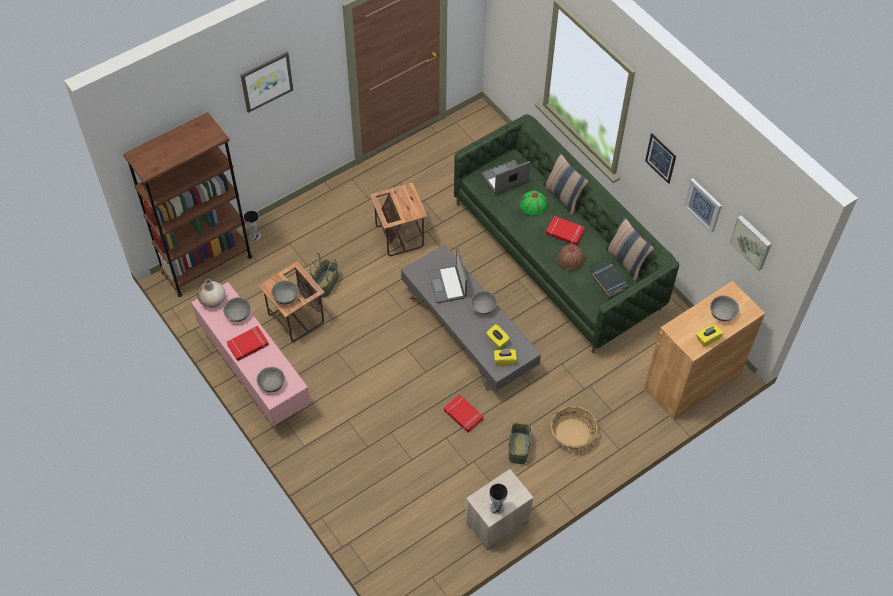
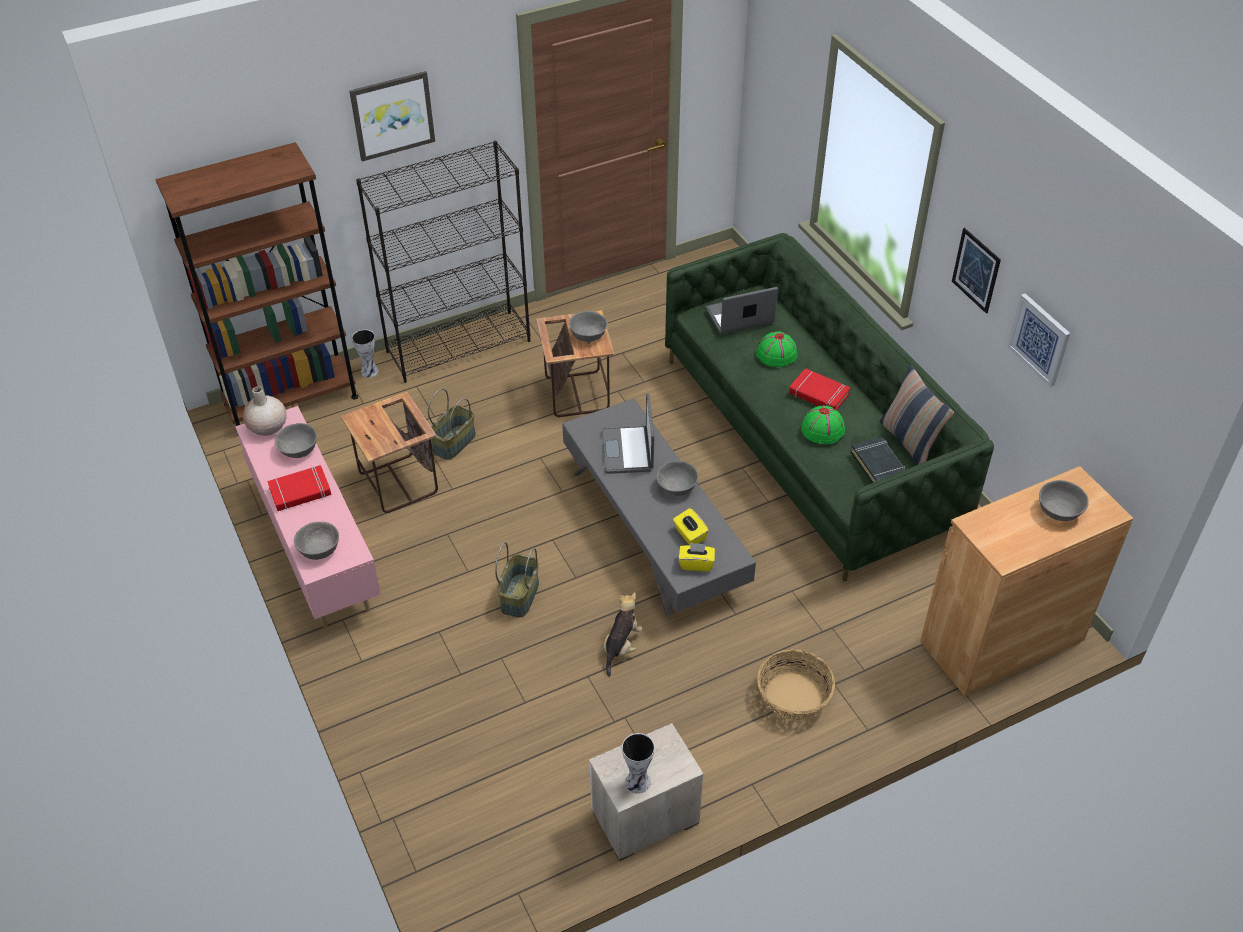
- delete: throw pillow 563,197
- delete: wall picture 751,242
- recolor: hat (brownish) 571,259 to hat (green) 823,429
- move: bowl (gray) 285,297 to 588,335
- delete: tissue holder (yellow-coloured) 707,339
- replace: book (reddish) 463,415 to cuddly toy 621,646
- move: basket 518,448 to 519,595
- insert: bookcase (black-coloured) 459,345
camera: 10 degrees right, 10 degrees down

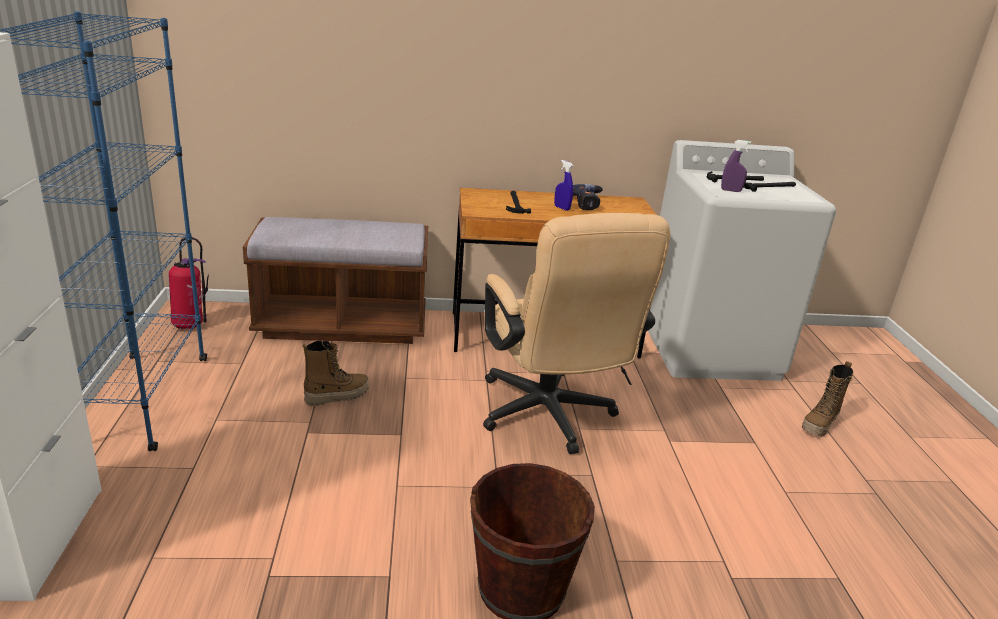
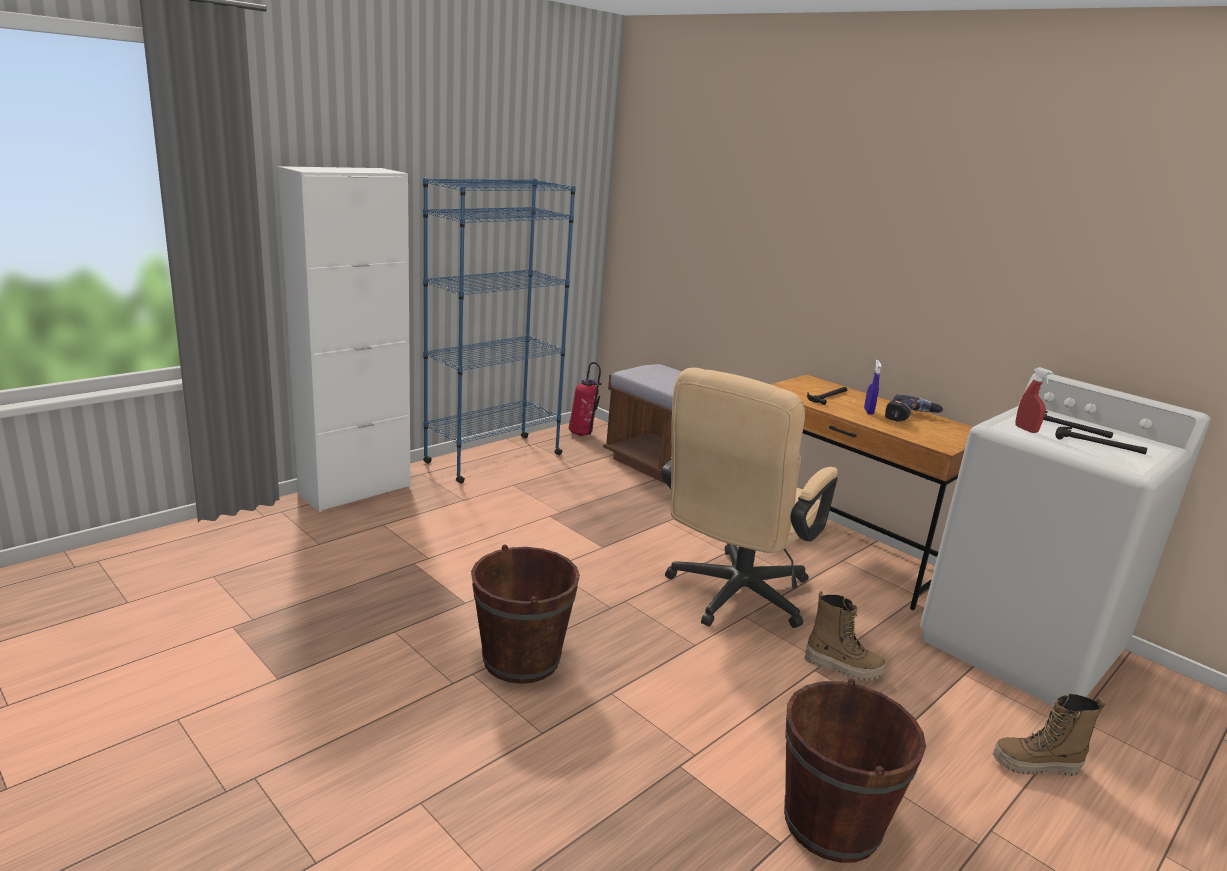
- recolor: hand sprayer (purple-coloured) 731,190 to hand sprayer (reddish) 1026,429
- move: high-top boot 337,396 to 843,667
- insert: water bucket (brownish) 831,823
camera: 50 degrees right, 5 degrees down

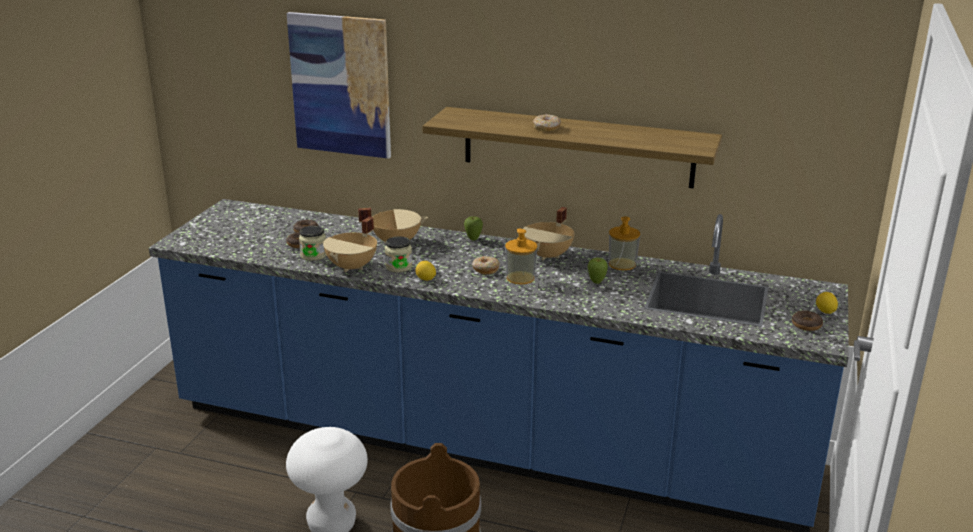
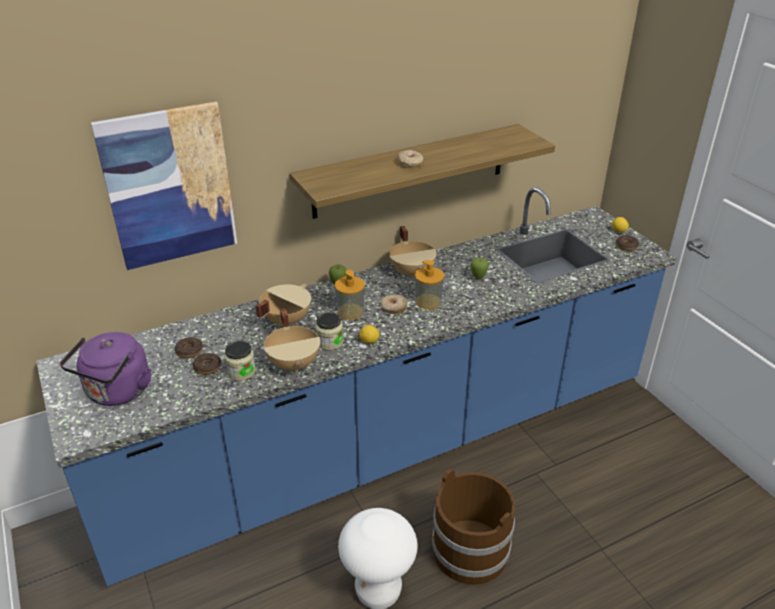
- move: liquid soap bottle 622,264 to 350,311
- insert: kettle (purple-coloured) 117,393
camera: 45 degrees left, 10 degrees up

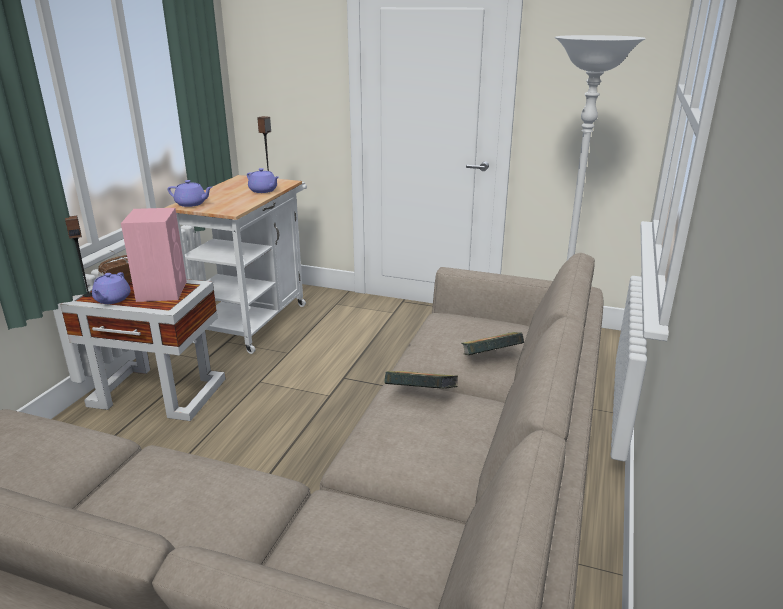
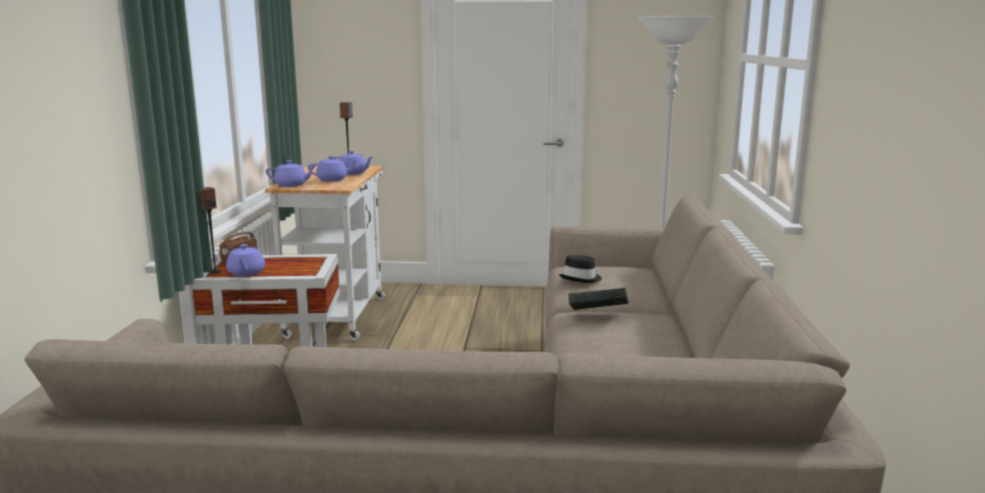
- delete: speaker (pink-coloured) 162,290
- delete: book 490,359
- insert: teapot (purple-coloured) 333,179
- insert: hat (black-coloured) 581,279
camera: 15 degrees left, 10 degrees down

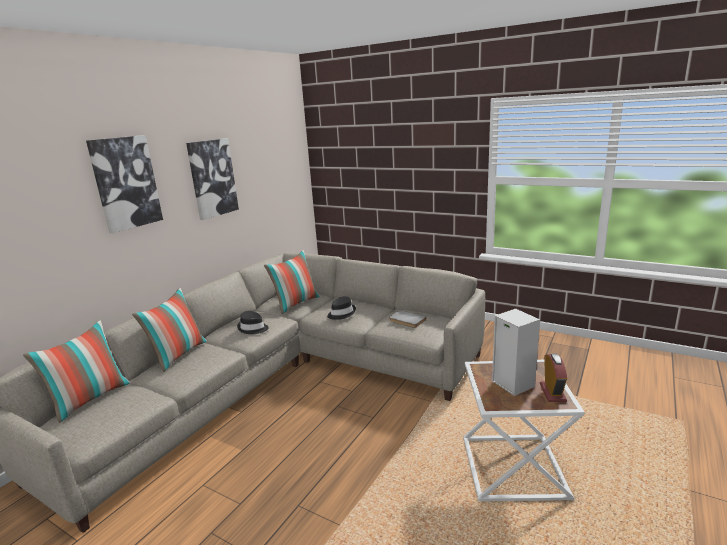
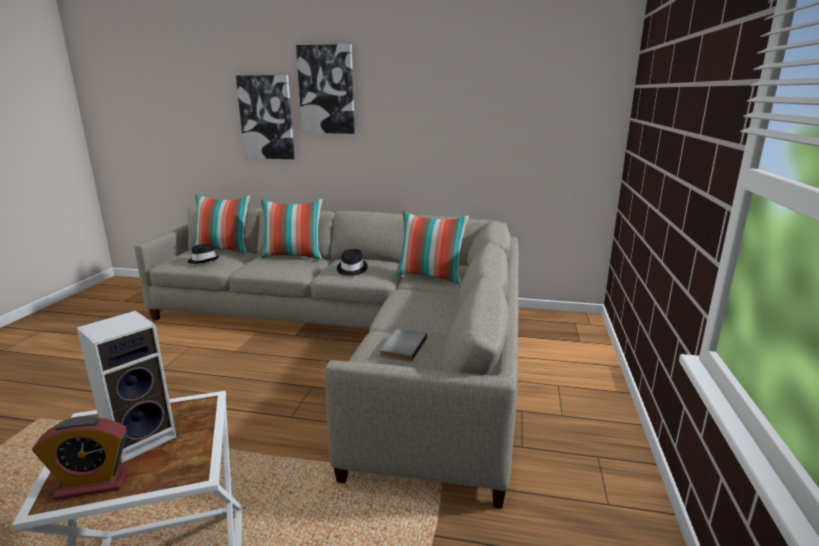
- move: wall picture 212,178 to 267,117
- move: hat (black-coloured) 341,313 to 203,260
camera: 70 degrees right, 0 degrees up

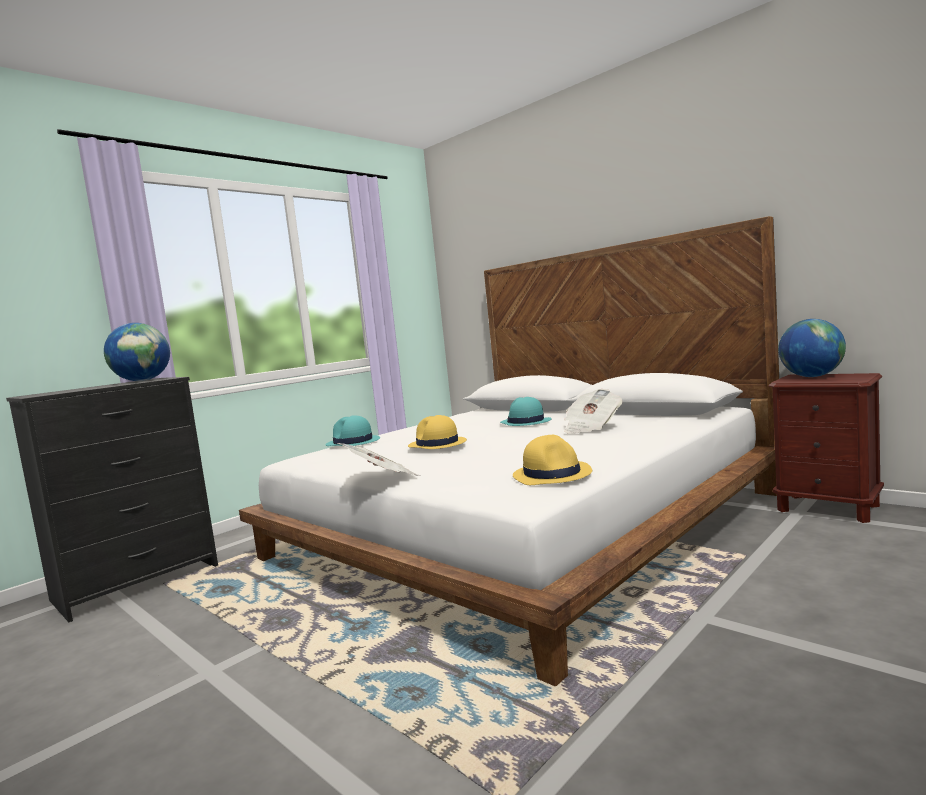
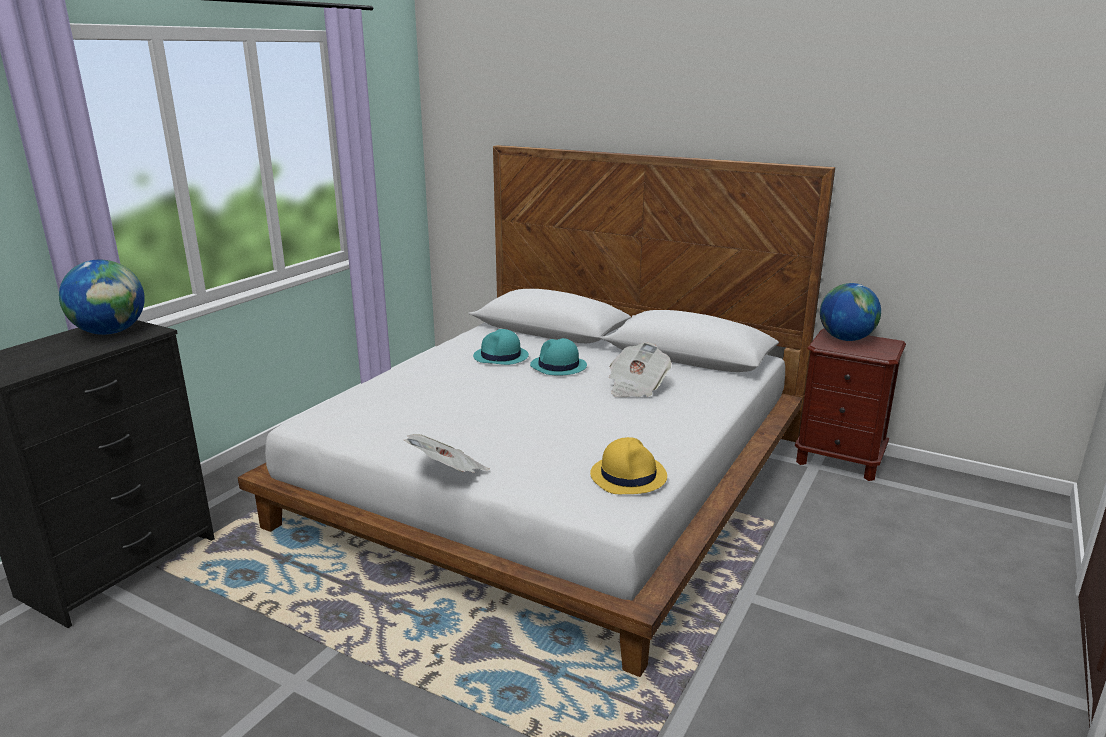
- delete: hat (yellow-coloured) 437,444
- move: hat (turquoise) 353,442 to 501,357
camera: 15 degrees left, 15 degrees up

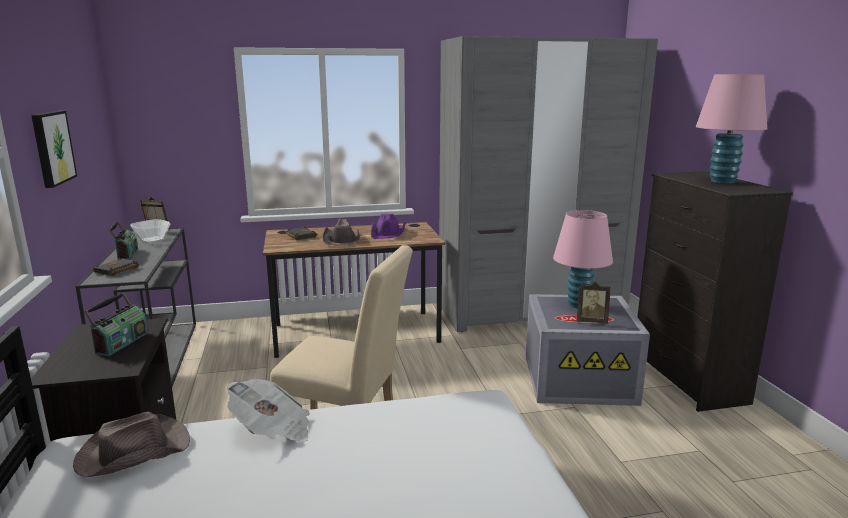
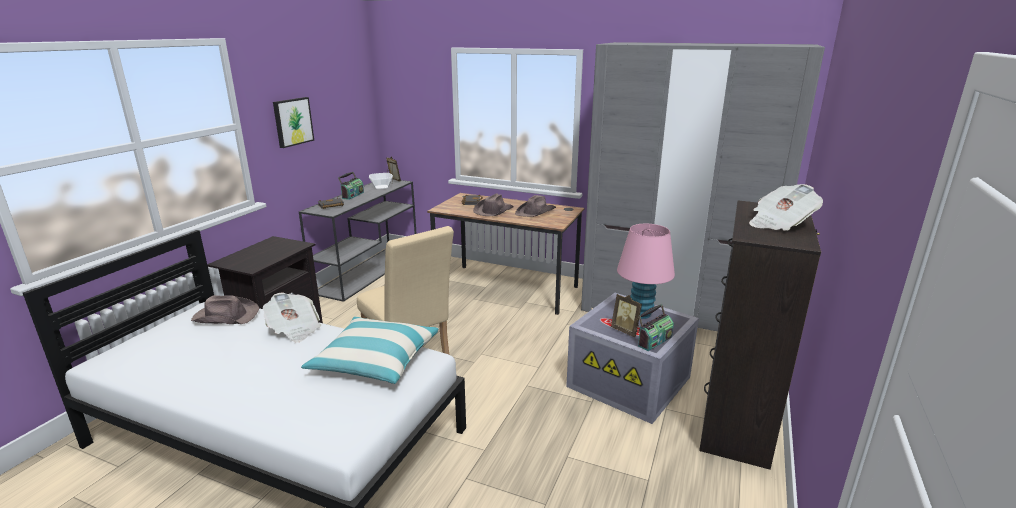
- replace: table lamp (pink-coloured) 722,181 to daily paper 780,224
- recolor: hat (purple-coloured) 388,233 to hat (brownish) 536,212
- move: radio set 121,343 to 654,341
- insert: throw pillow 375,360
camera: 35 degrees right, 5 degrees up

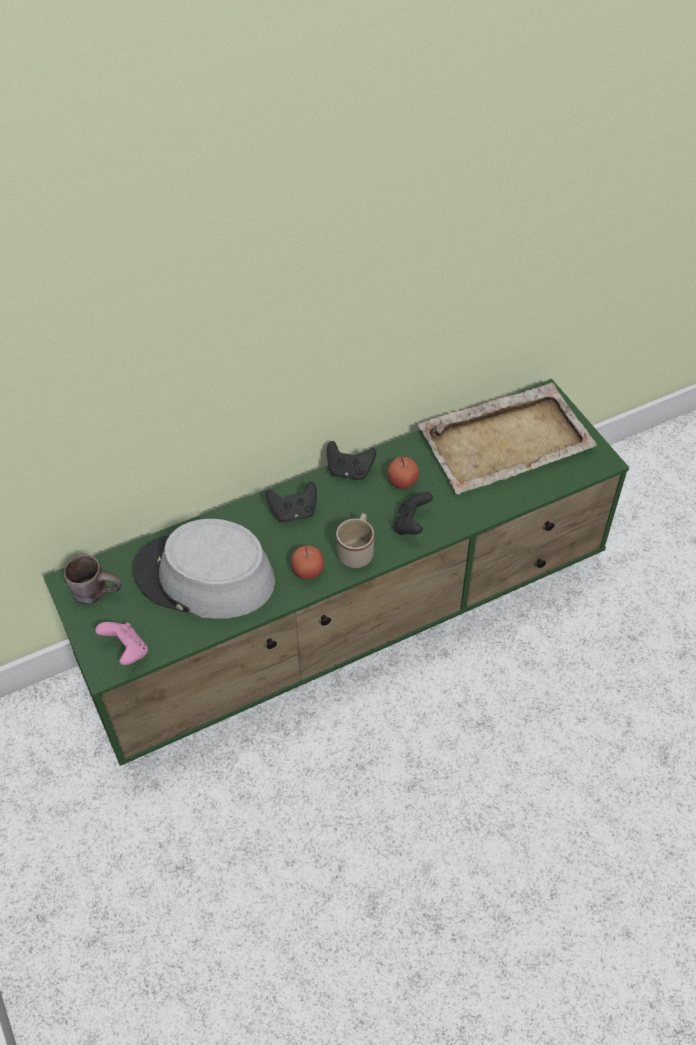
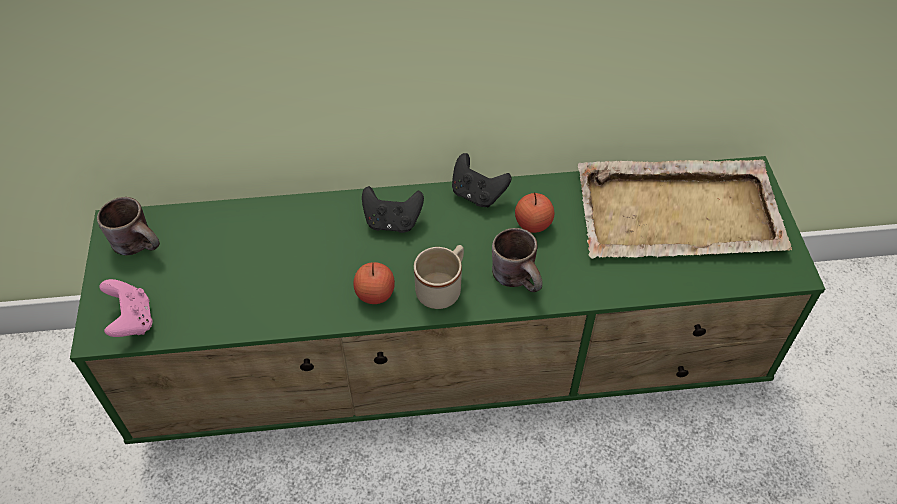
- replace: joypad (black-coloured) 411,524 to tea mug (brownish) 520,277
- delete: hat (gray) 204,577
camera: 20 degrees right, 0 degrees up

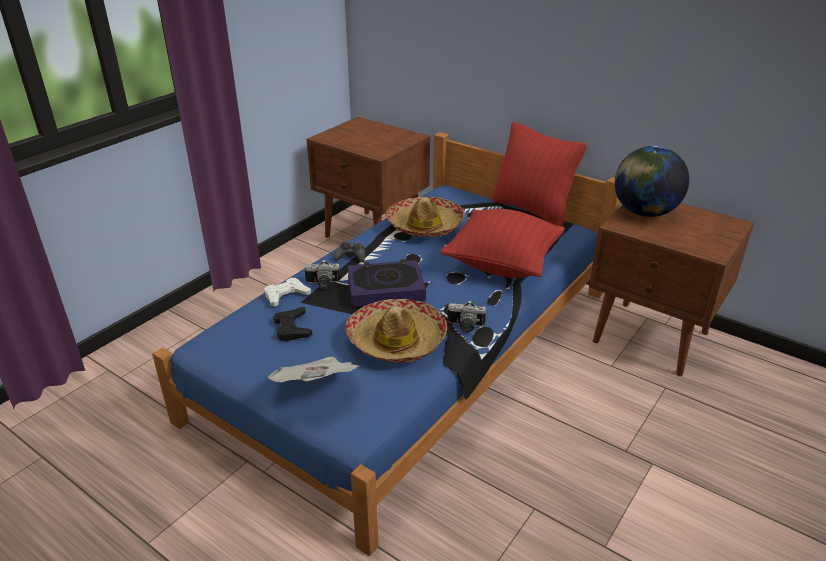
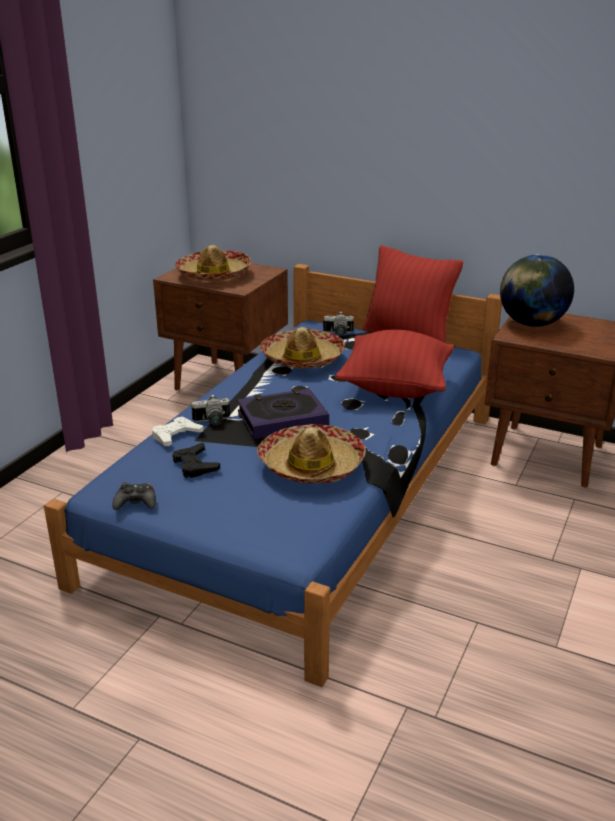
- move: joypad (black-coloured) 351,257 to 136,502
- move: photo camera 465,327 to 338,333
- delete: daily paper 316,387
- insert: hat 214,274
camera: 10 degrees left, 5 degrees down

